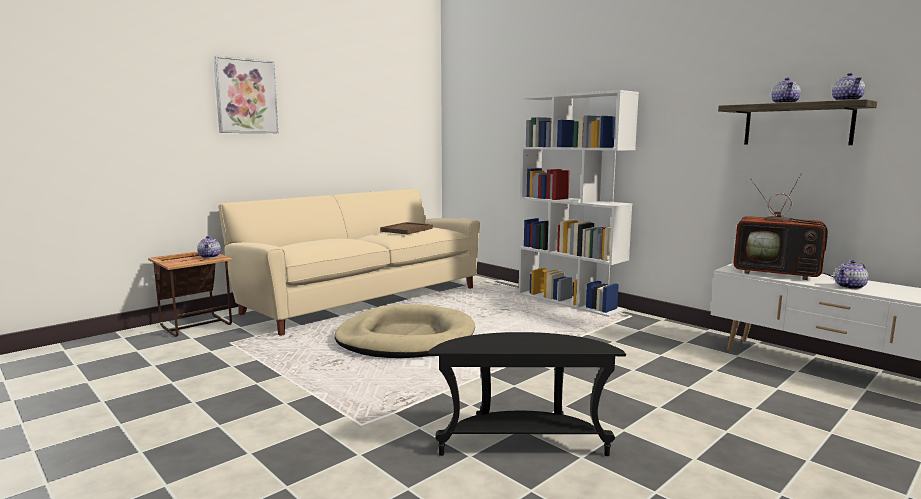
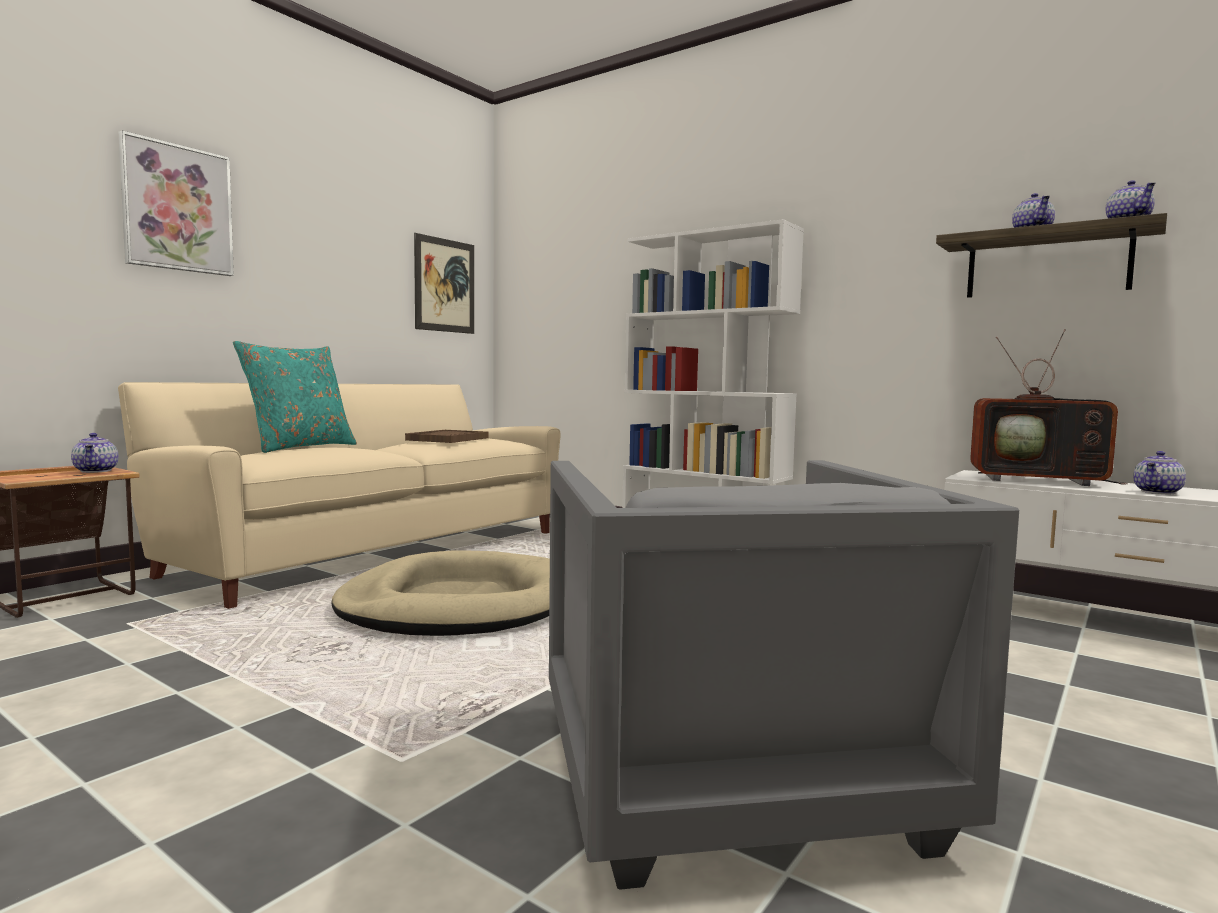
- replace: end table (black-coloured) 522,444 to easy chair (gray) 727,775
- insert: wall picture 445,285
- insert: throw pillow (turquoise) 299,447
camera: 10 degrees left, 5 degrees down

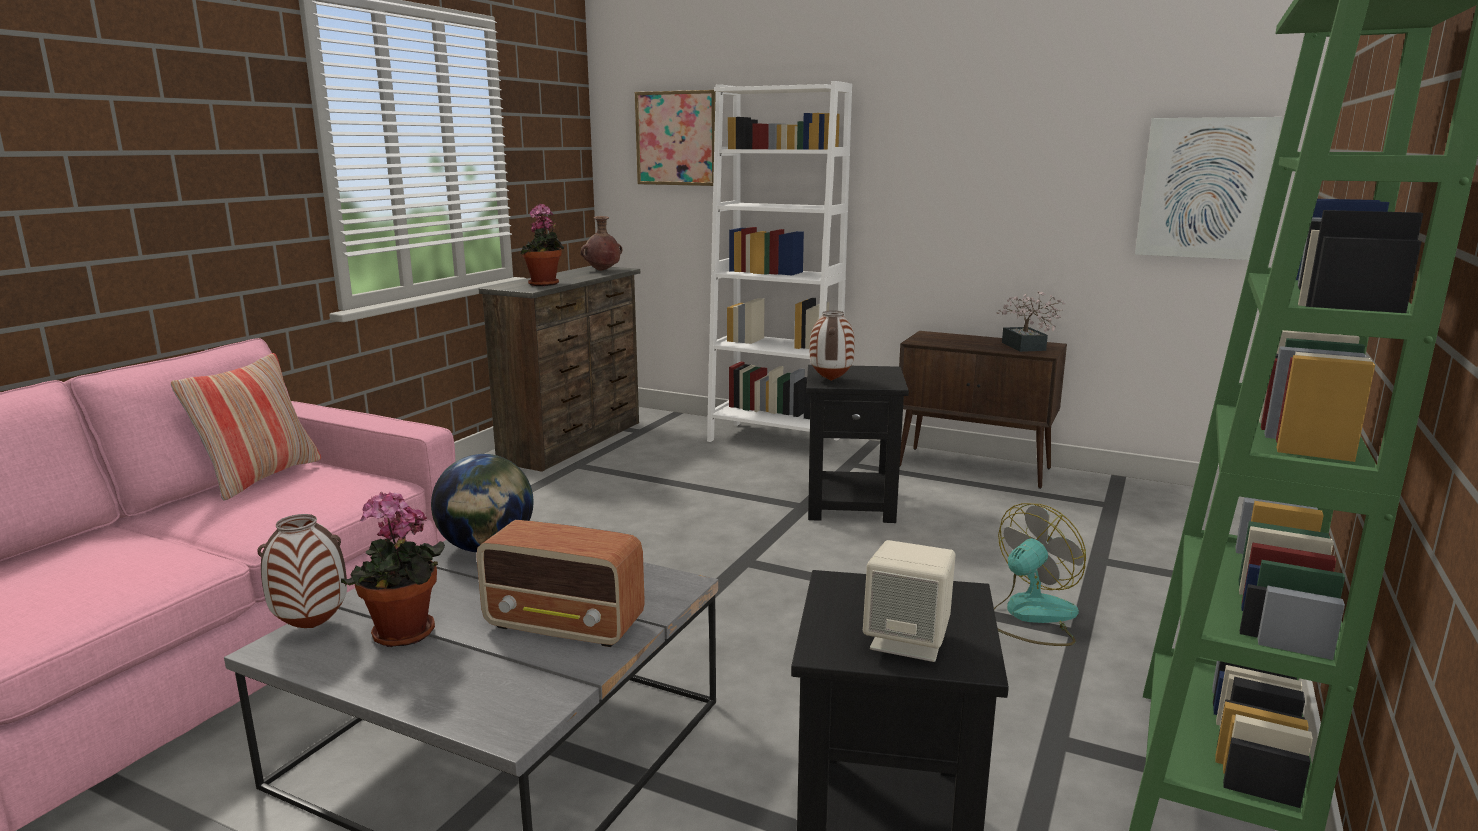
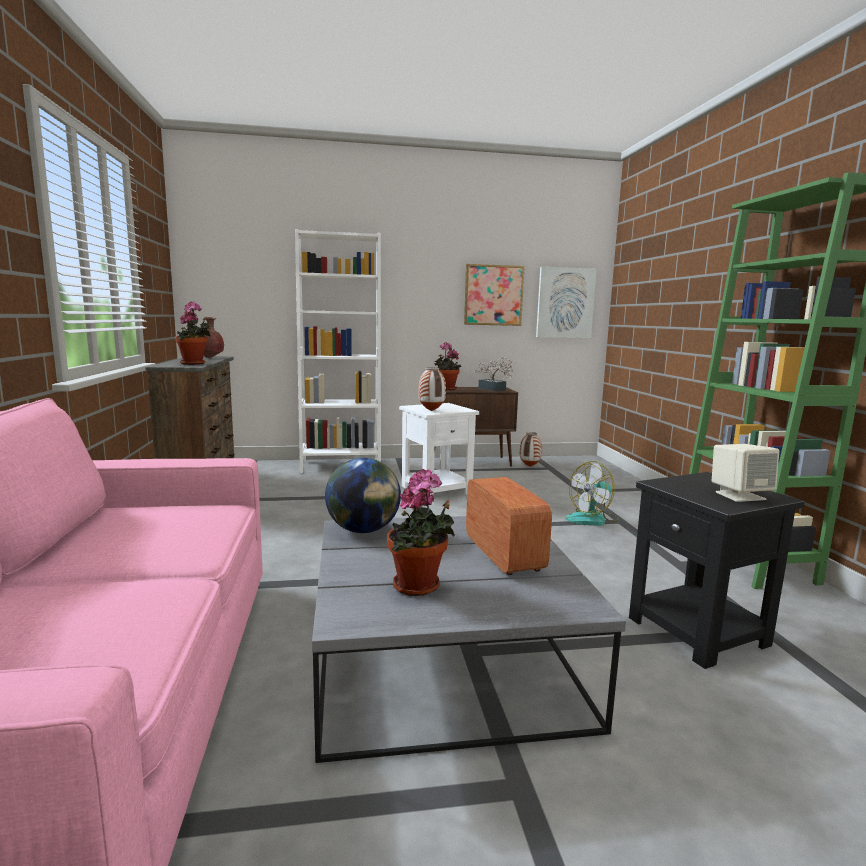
- move: wall picture 677,138 to 493,295
- delete: throw pillow 261,477
- recolor: end table (black-coloured) 852,505 to end table (white) 437,489
- rotate: electric fan 1031,616 = 593,519 135 degrees counterclockwise
- move: decorative vase 313,627 to 529,466
- rotate: radio set 566,625 = 503,554 90 degrees counterclockwise
- insert: houseplant 446,389
camera: 35 degrees left, 5 degrees down

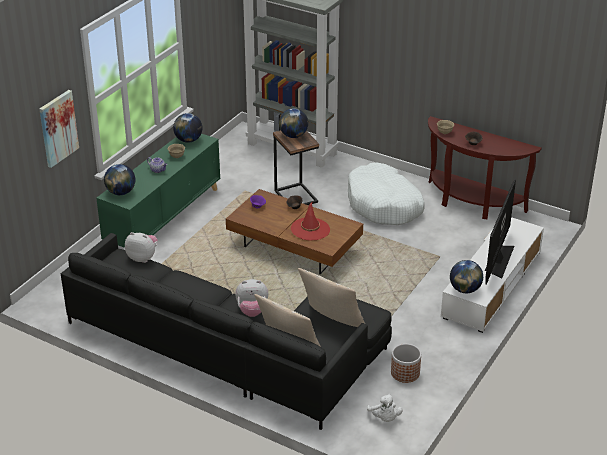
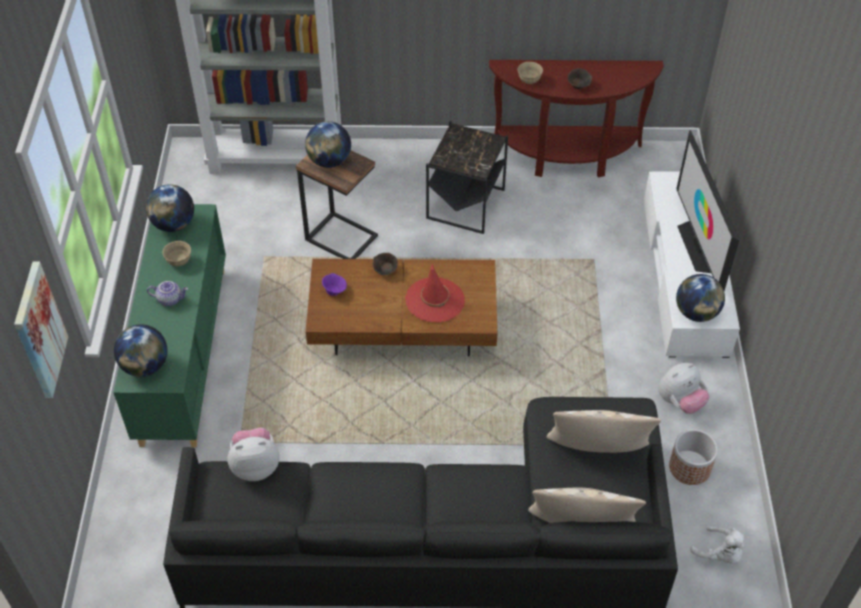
- replace: pet bed (white) 384,205 to end table (black-coloured) 465,204
- move: cuddly toy 252,311 to 680,401
camera: 30 degrees left, 15 degrees up

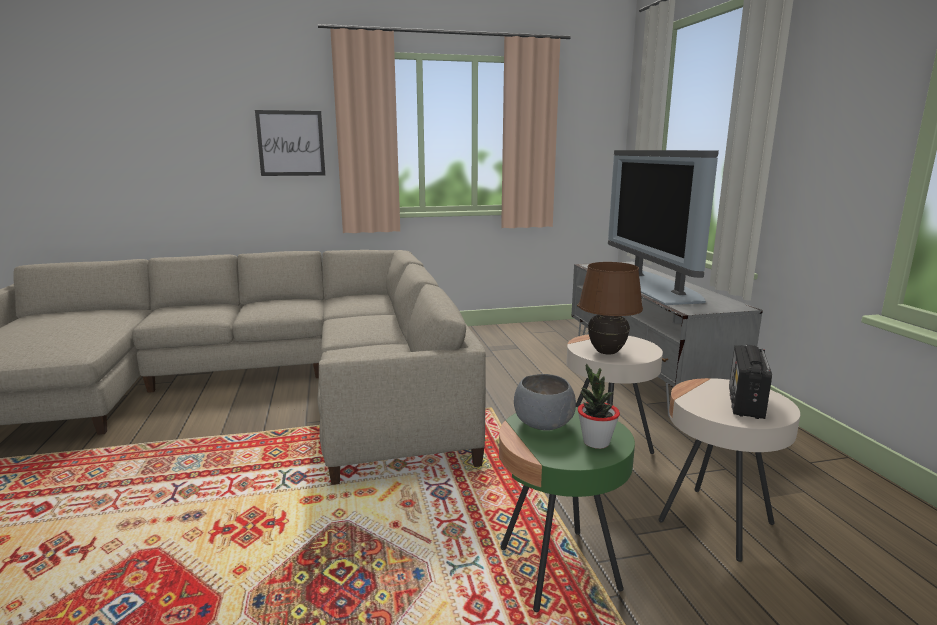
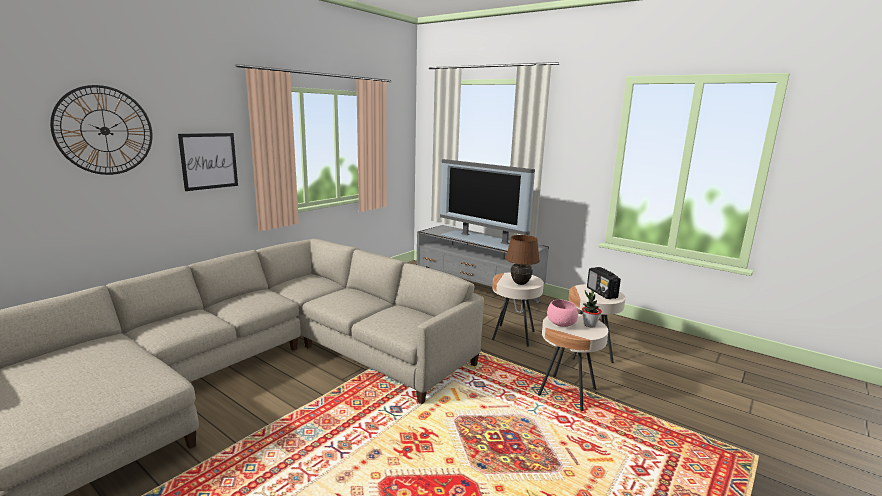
- recolor: bowl (gray) 543,424 to bowl (pink-coloured) 561,324
- recolor: end table (green) 558,568 to end table (beige-coloured) 567,392
- insert: wall clock 104,130
camera: 40 degrees left, 0 degrees up

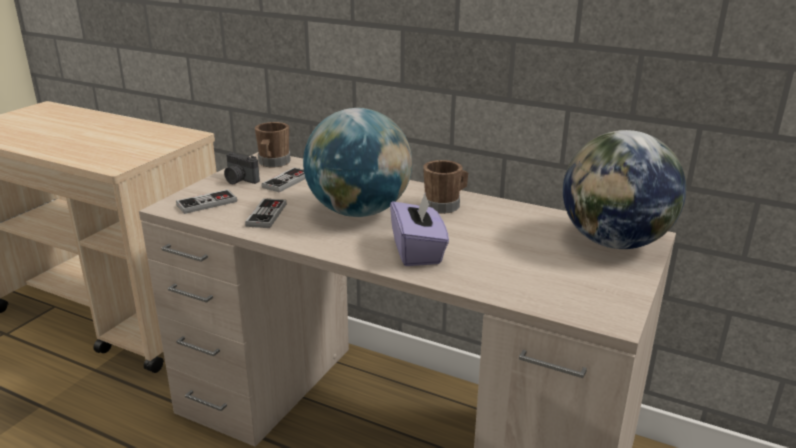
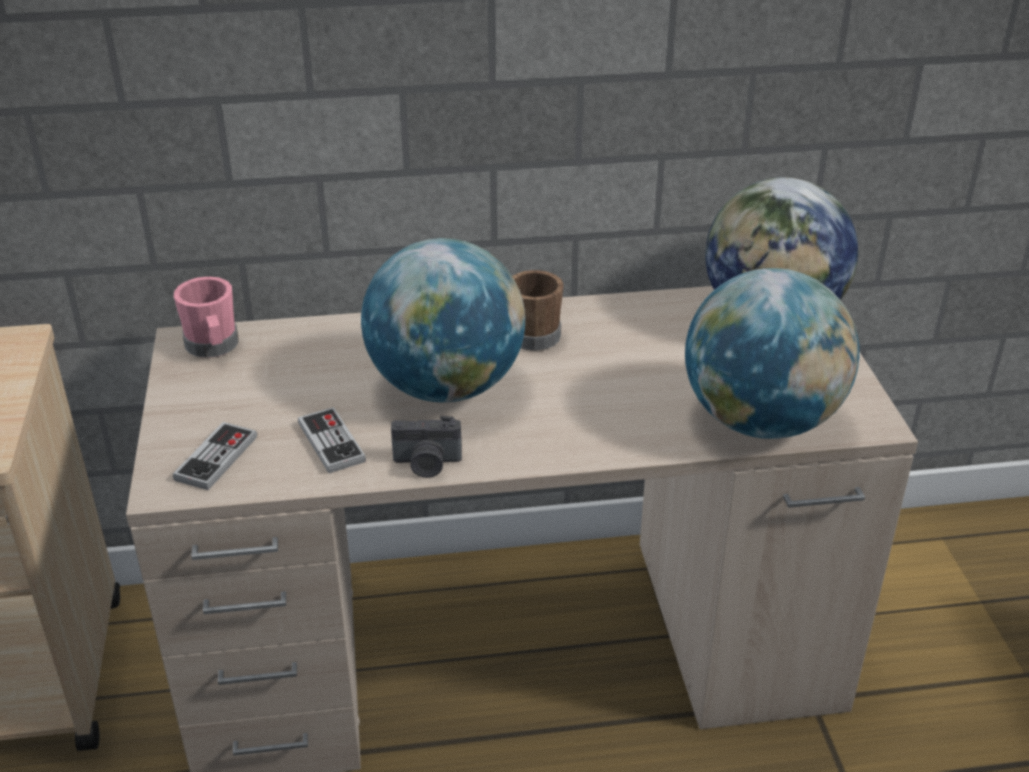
- recolor: tea mug (brownish) 273,163 to tea mug (pink-coloured) 213,347
- move: photo camera 239,180 to 427,464
- delete: joypad 287,181
- delete: tissue holder (purple-coloured) 418,251
- insert: world globe 761,421
camera: 35 degrees left, 10 degrees up

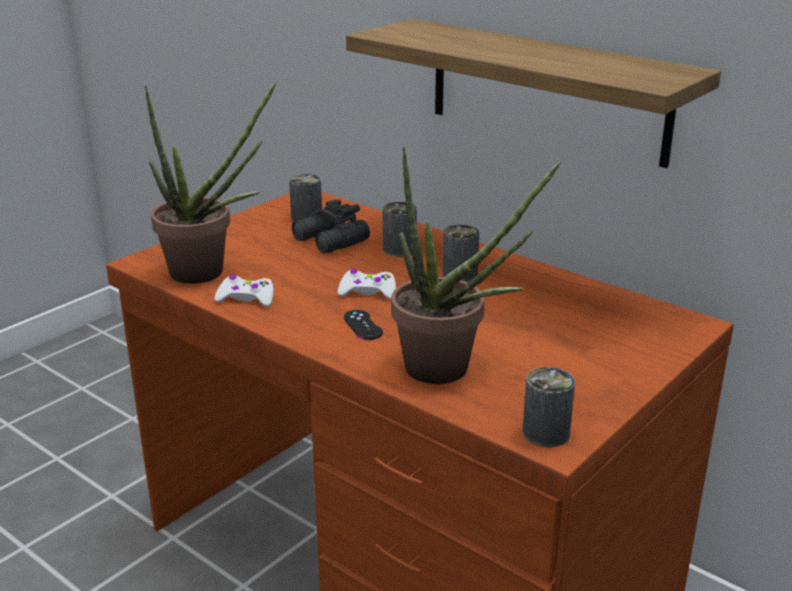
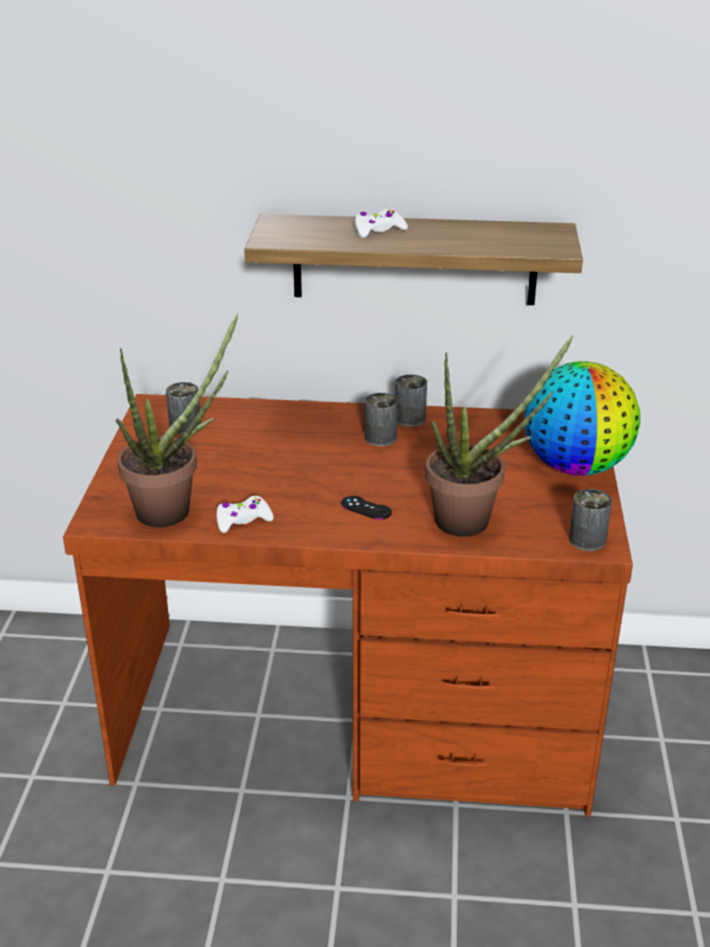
- delete: field glasses (black-coloured) 330,241
- move: metal can 399,249 to 410,418
- move: joypad (white) 368,292 to 378,230
- insert: world globe 576,466
camera: 35 degrees left, 5 degrees up

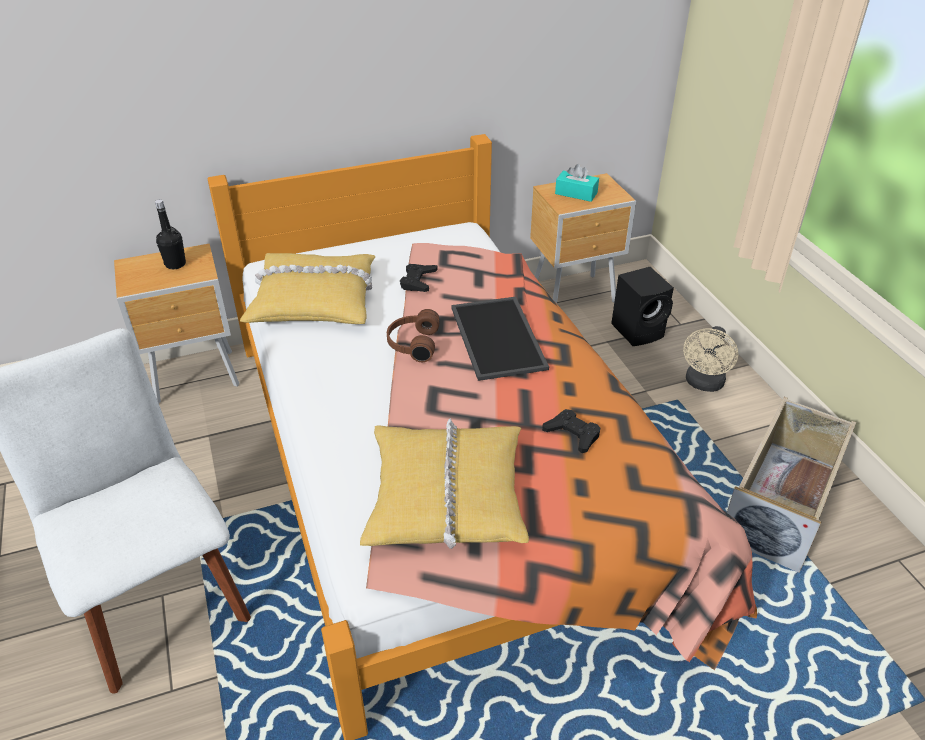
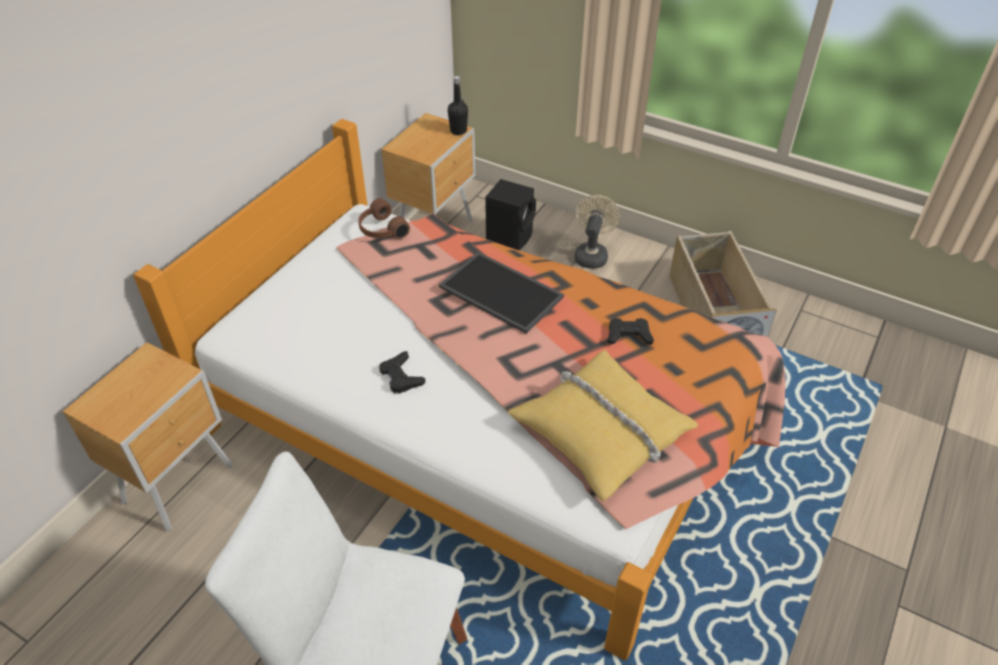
- delete: tissue holder (turquoise) 576,193
- move: bottle (black-coloured) 175,264 to 458,131
- delete: throw pillow (yellow-coloured) 314,299
- move: joypad (black-coloured) 418,281 to 401,376
- move: pair of headphones (brownish) 412,343 to 381,230
- rotate: electric fan (beige-coloured) 703,384 = 591,254 150 degrees counterclockwise
camera: 40 degrees left, 5 degrees up

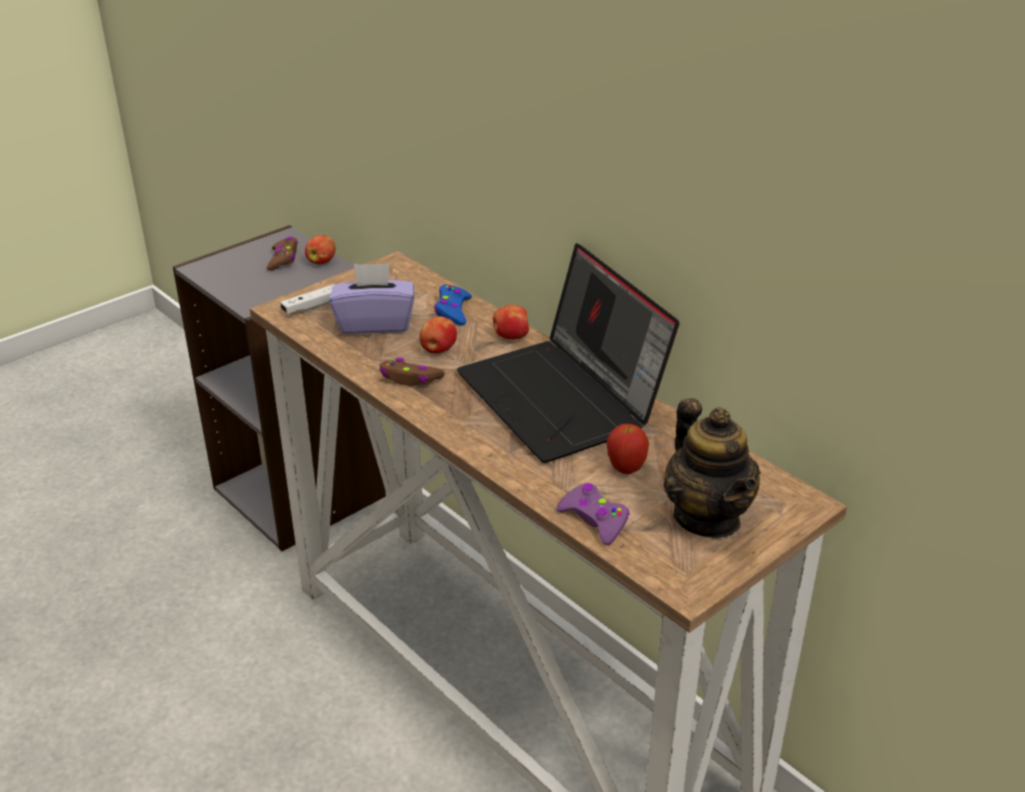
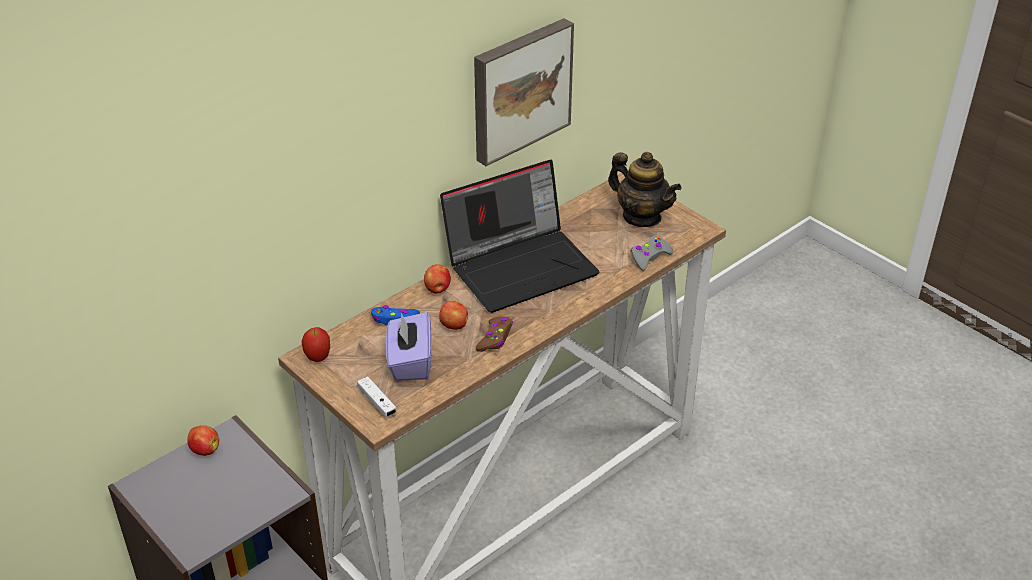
- delete: joypad (brownish) 283,259
- rotate: teapot 707,517 = 641,217 60 degrees clockwise
- move: apple 626,469 to 318,358
- recolor: joypad (purple-coloured) 594,520 to joypad (gray) 649,257
- insert: wall picture 519,89
camera: 90 degrees left, 5 degrees up

